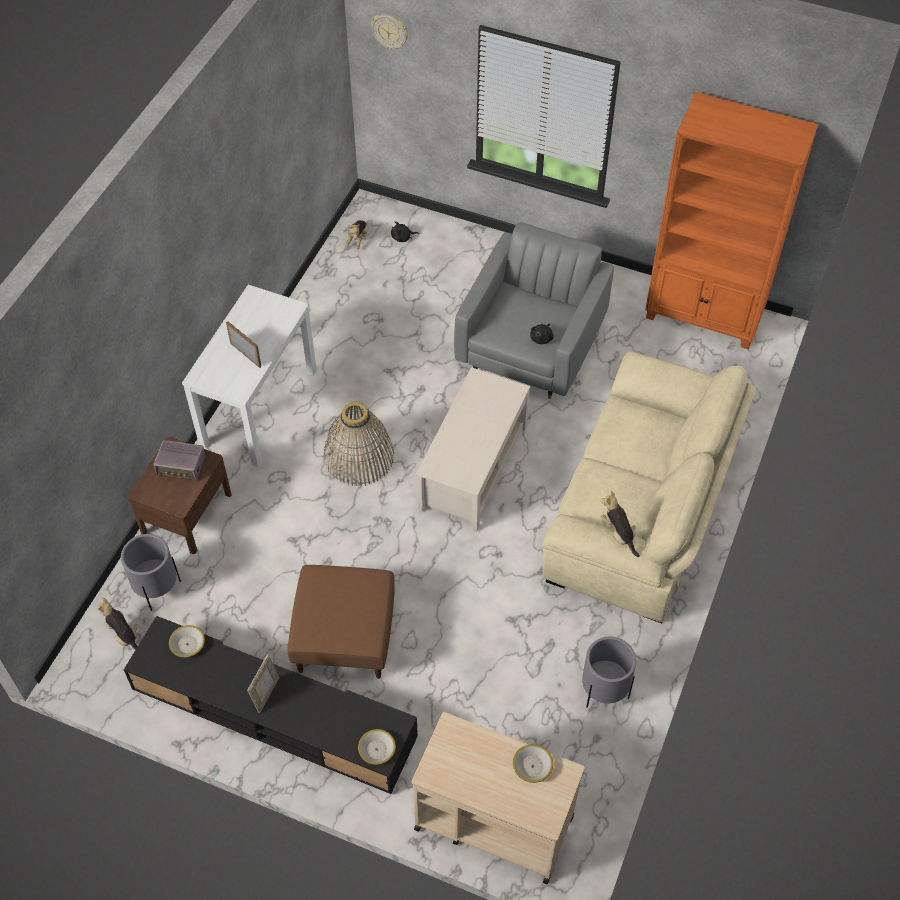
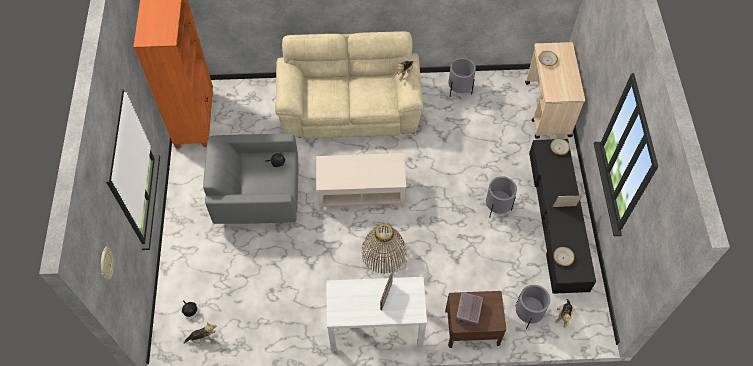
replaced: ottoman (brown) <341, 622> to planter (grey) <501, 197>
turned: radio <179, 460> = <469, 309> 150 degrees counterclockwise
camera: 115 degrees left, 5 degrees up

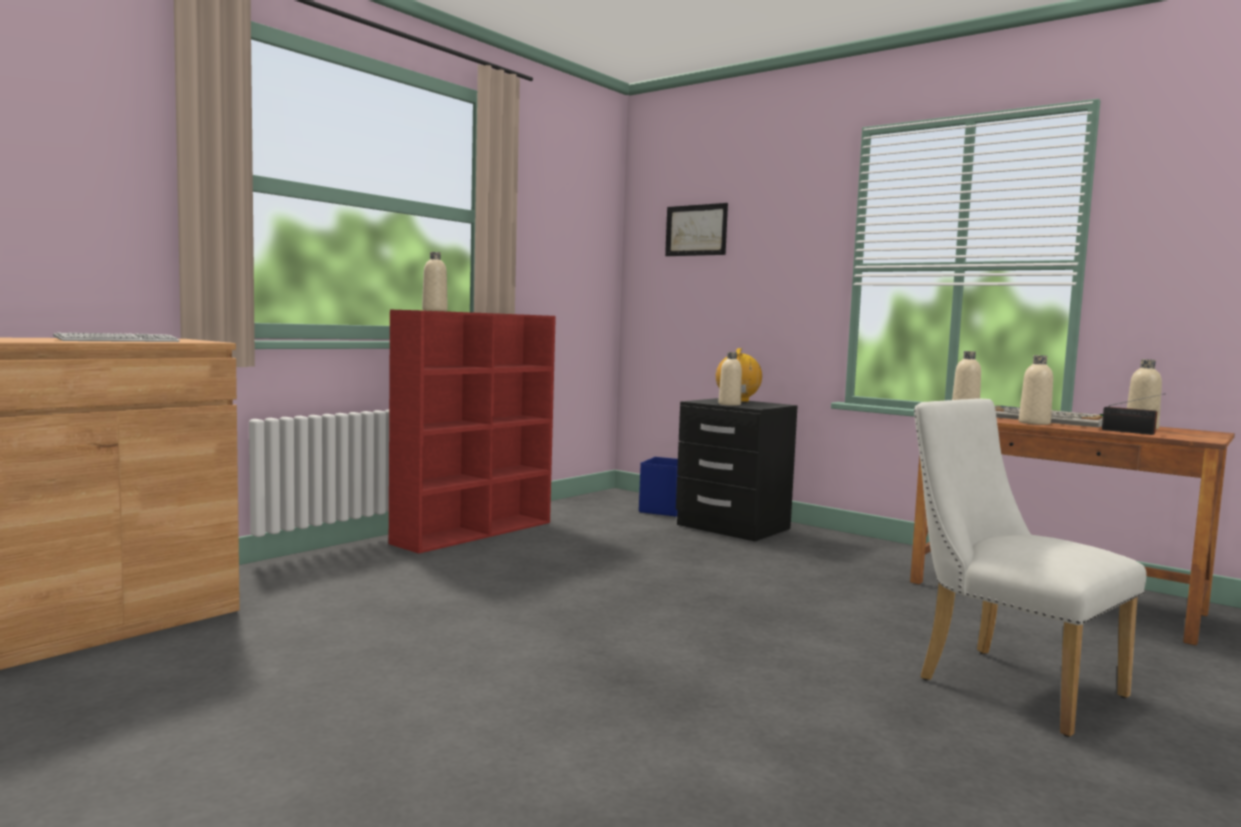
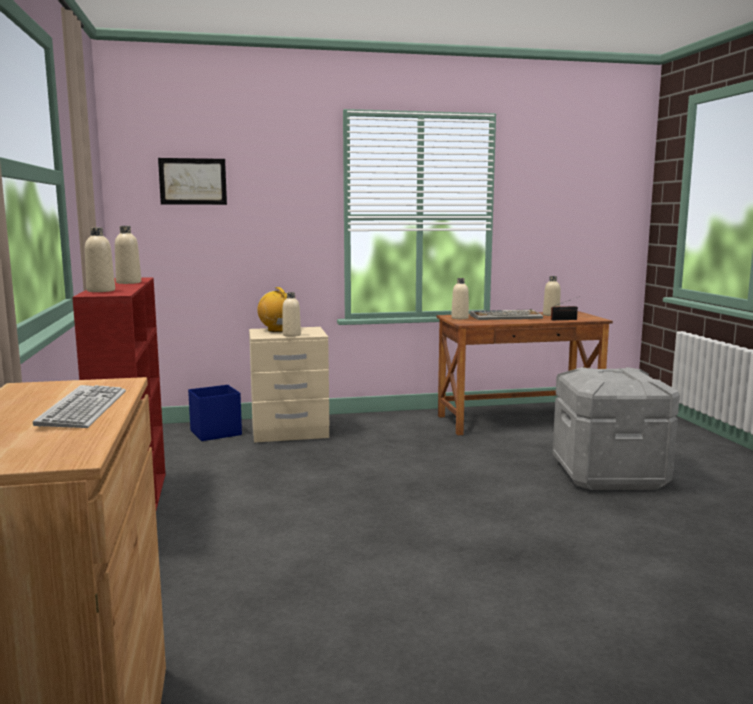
moved: bottle (beige) <1036, 390> to <128, 255>
replaced: chair (white) <1030, 568> to storage box (grey) <616, 428>
recoloured: nightstand (black) <737, 469> to nightstand (beige) <289, 385>
camera: 50 degrees left, 5 degrees up

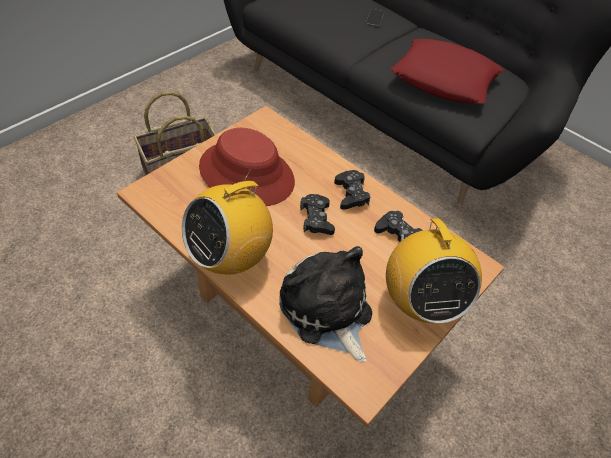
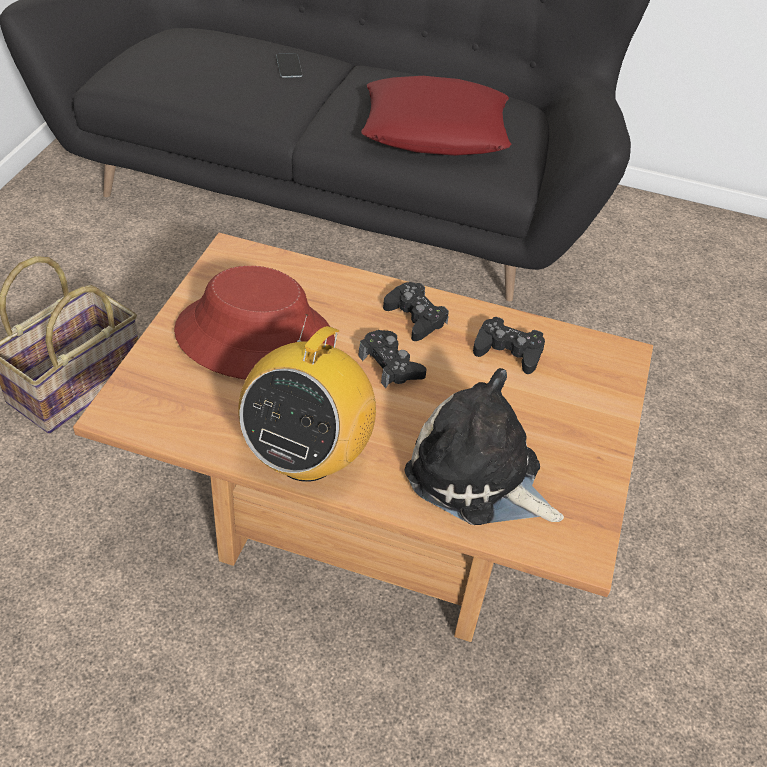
removed: radio <434, 270>
camera: 25 degrees left, 5 degrees down

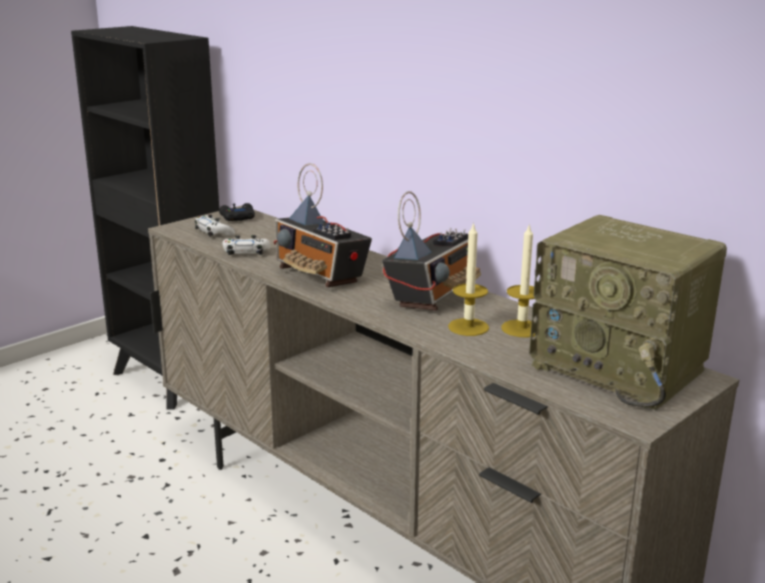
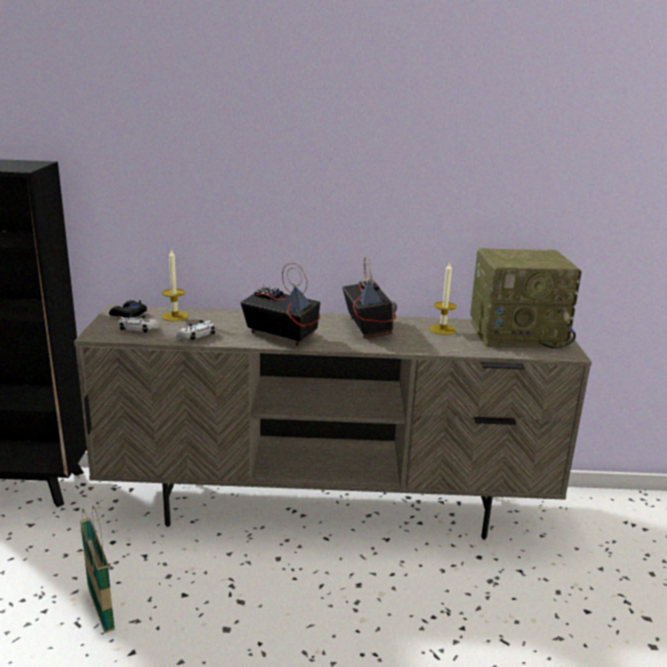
added: basket <97, 569>
moved: candle <468, 279> to <175, 284>
turned: radio <323, 225> = <280, 304> 150 degrees counterclockwise
camera: 45 degrees left, 0 degrees up

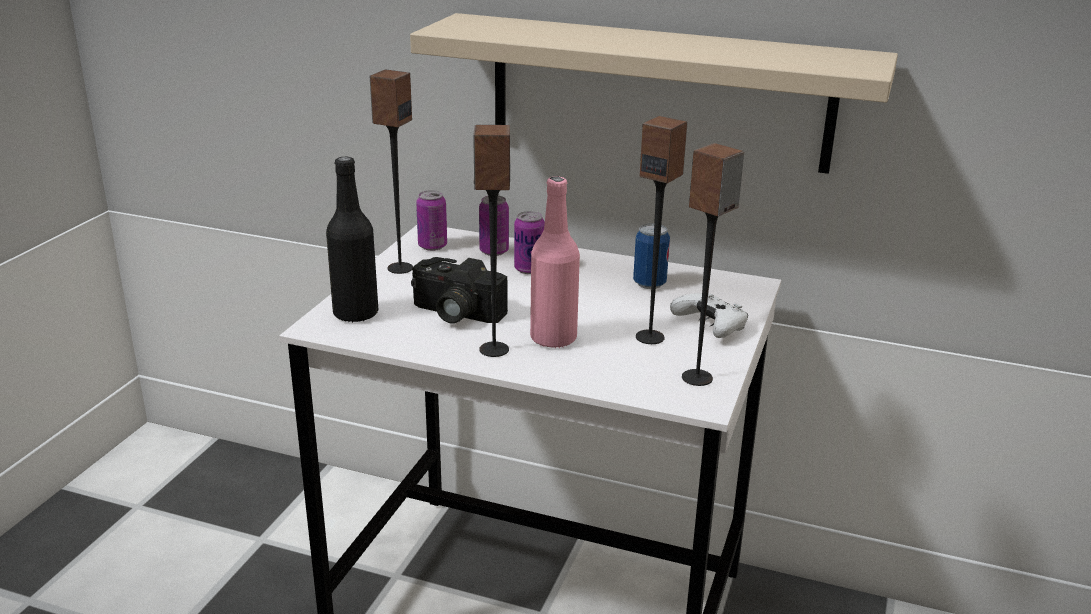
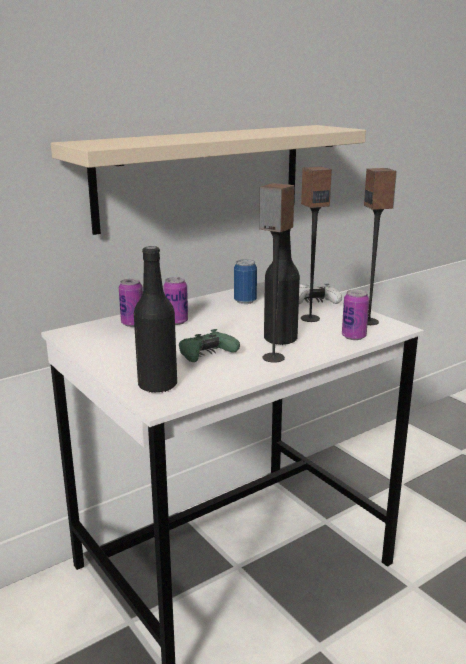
removed: speaker <391, 172>
moved: can <431, 220> to <355, 314>
replaced: photo camera <459, 290> to game controller (green) <209, 345>
recoloured: bottle (pink) <555, 262> to bottle (black) <282, 287>
camera: 55 degrees left, 5 degrees down

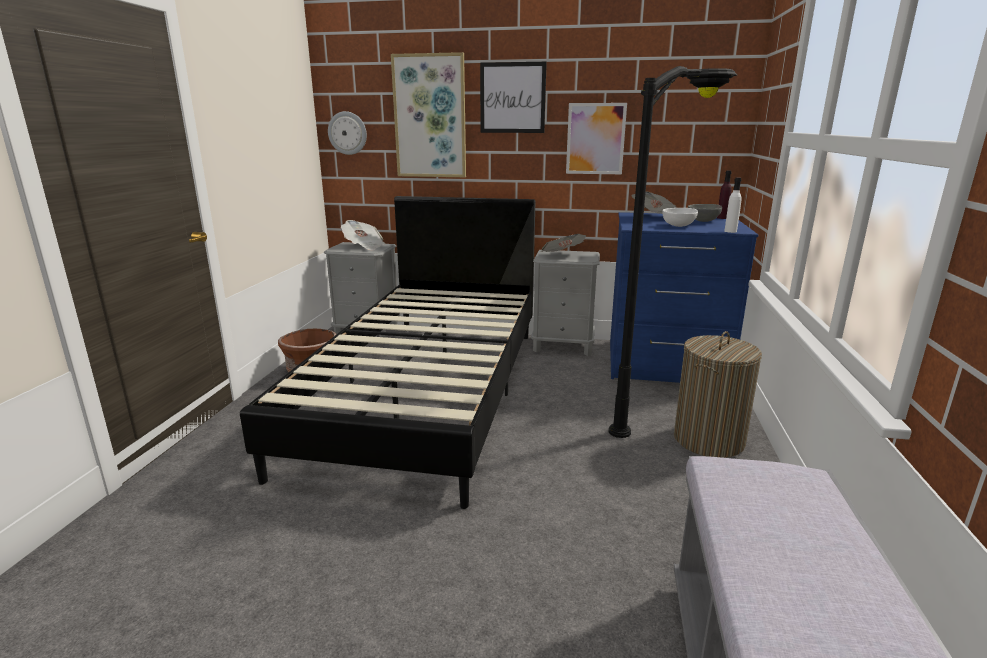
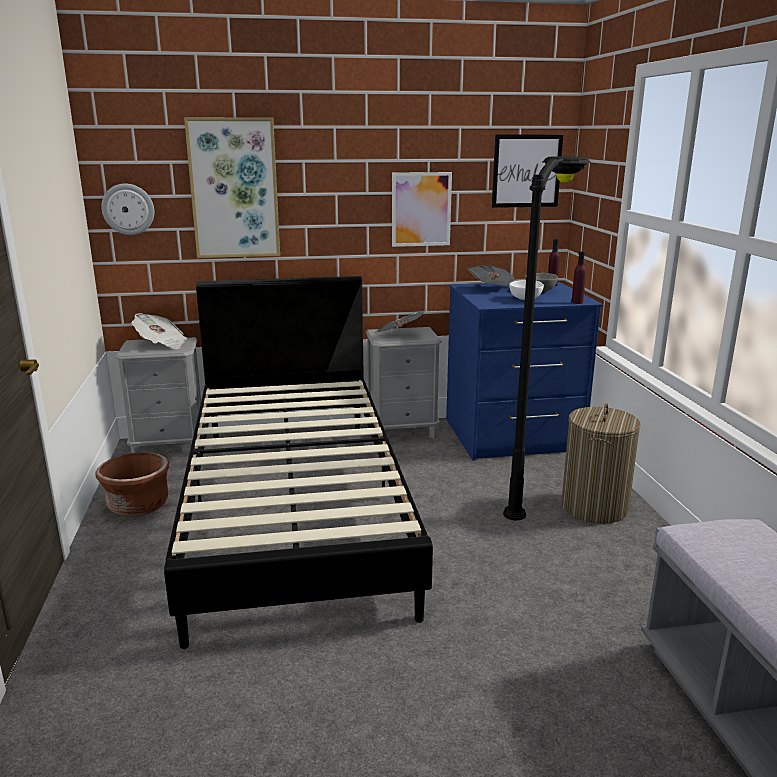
moved: picture <513, 97> to <527, 171>
recoloured: bottle (white) <733, 205> to bottle (purple) <578, 277>
camera: 20 degrees left, 0 degrees up

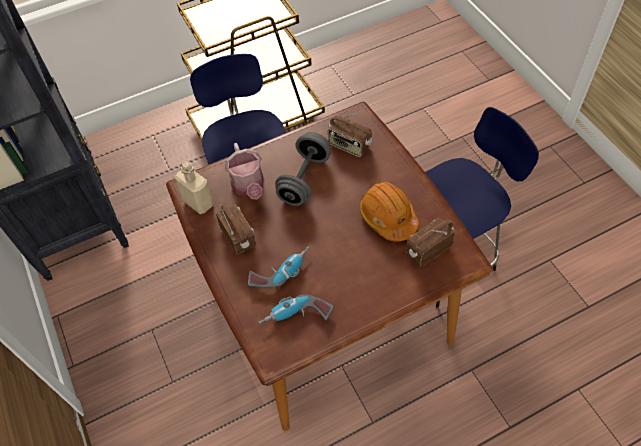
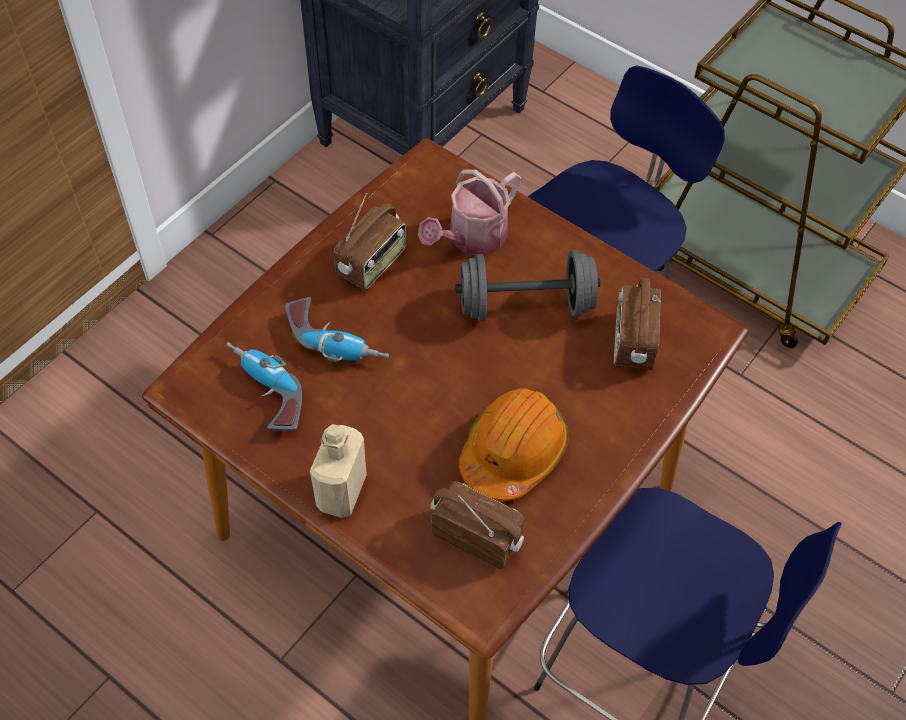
moved: bottle (beige) <194, 188> to <338, 471>
camera: 60 degrees right, 0 degrees up

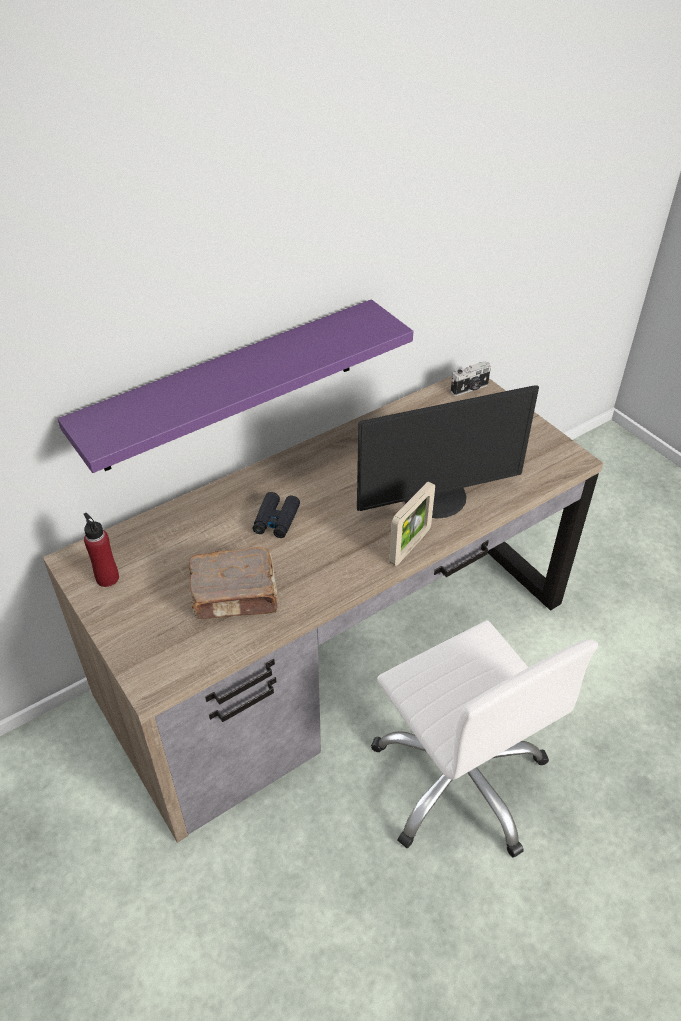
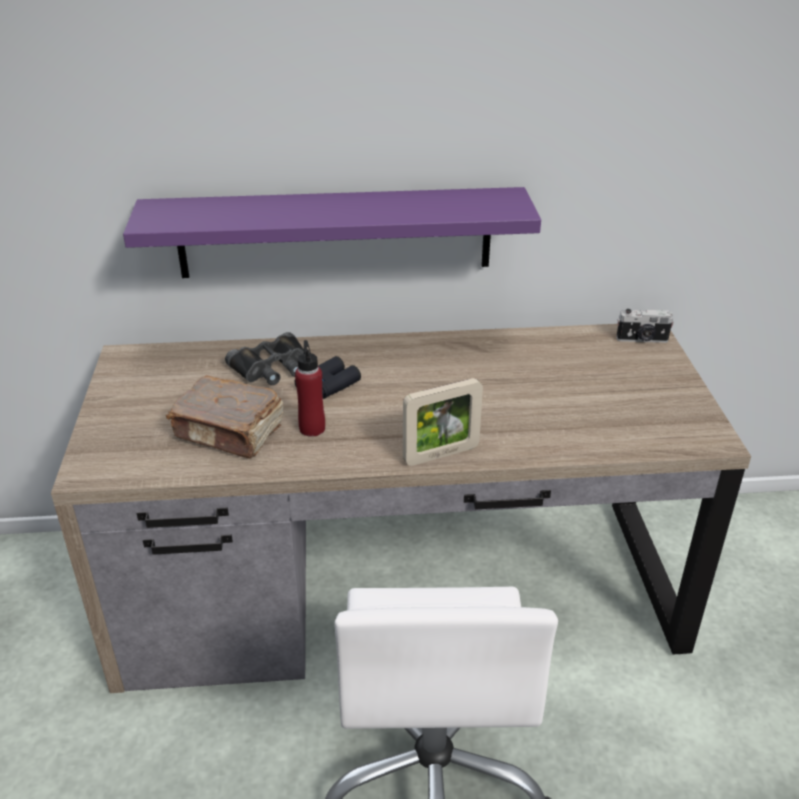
removed: monitor <448, 451>
added: binoculars (black) <264, 358>
moved: bottle (red) <101, 550> to <310, 388>
camera: 30 degrees right, 10 degrees down

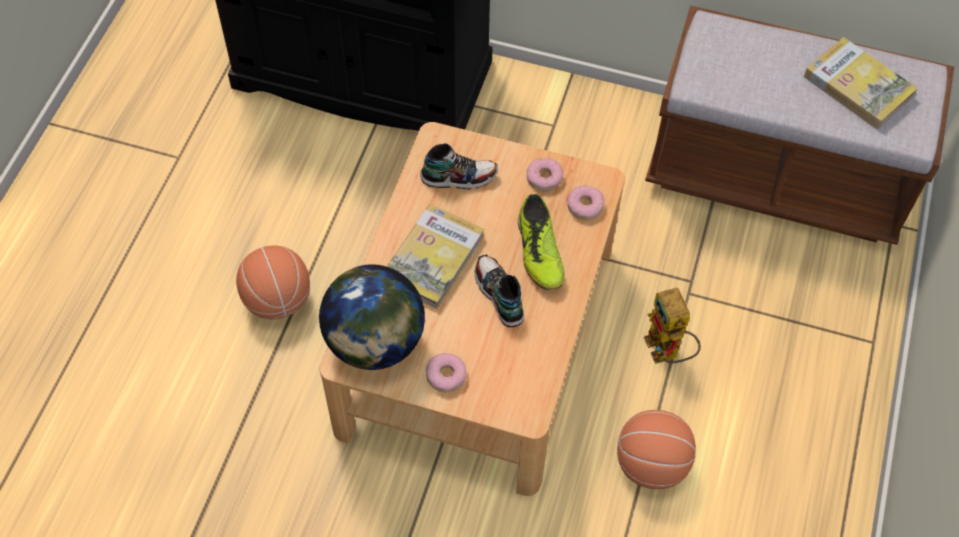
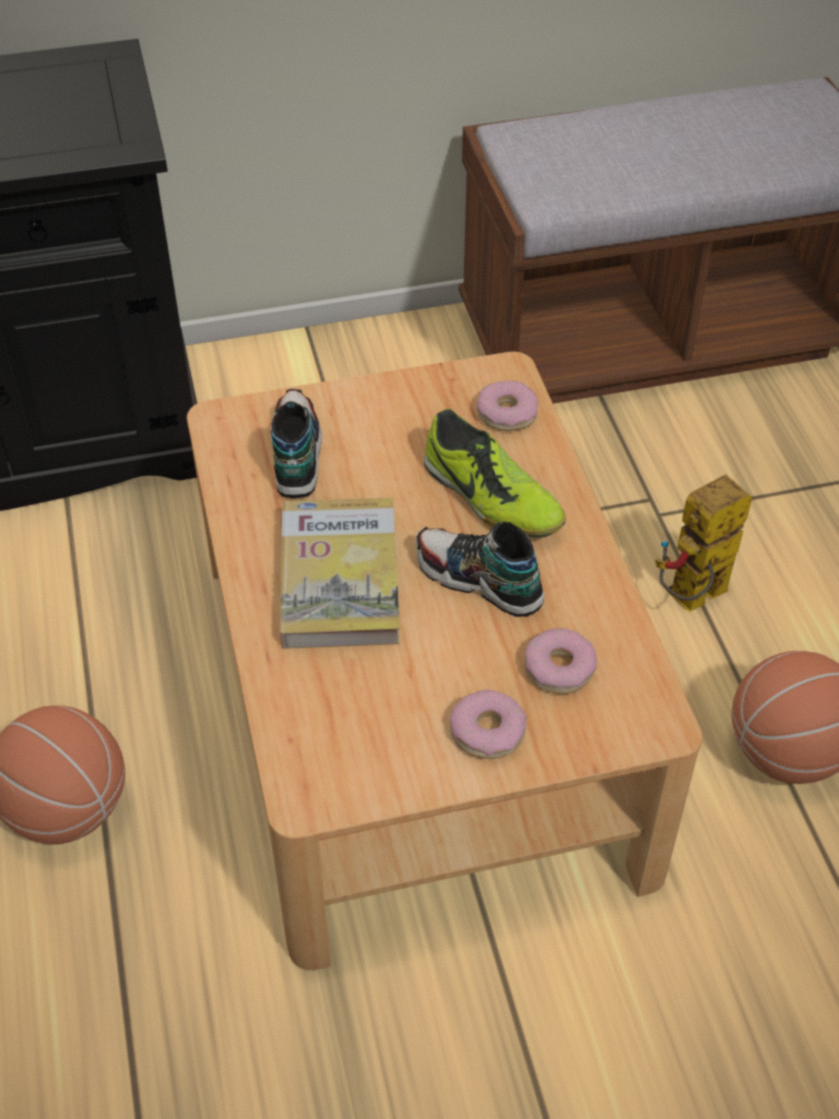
removed: globe <372, 317>; book <861, 83>
moved: donut <545, 174> to <560, 661>
turned: shoe <459, 167> = <296, 443> 60 degrees counterclockwise; toy robot <672, 326> = <703, 543> 105 degrees clockwise
camera: 30 degrees left, 10 degrees down

